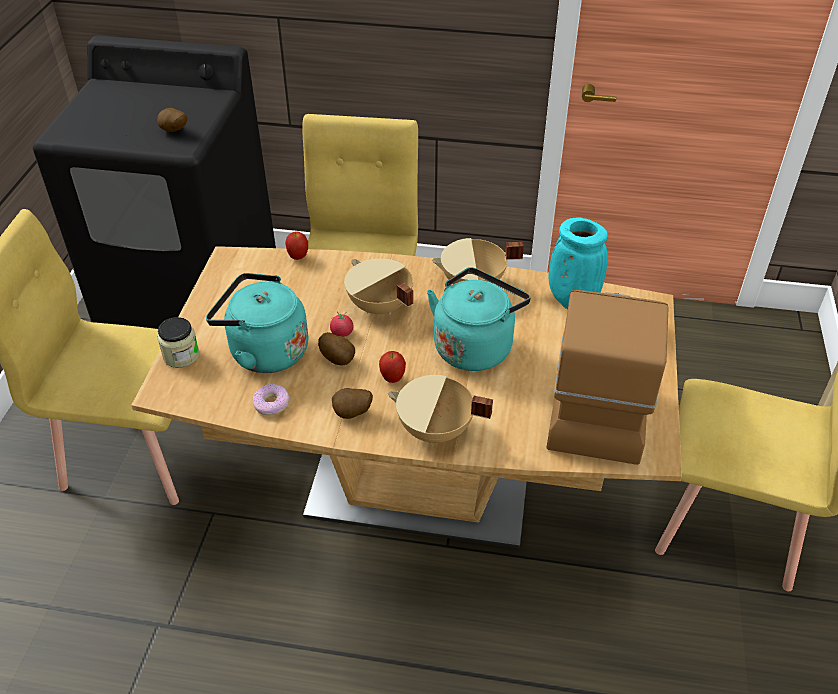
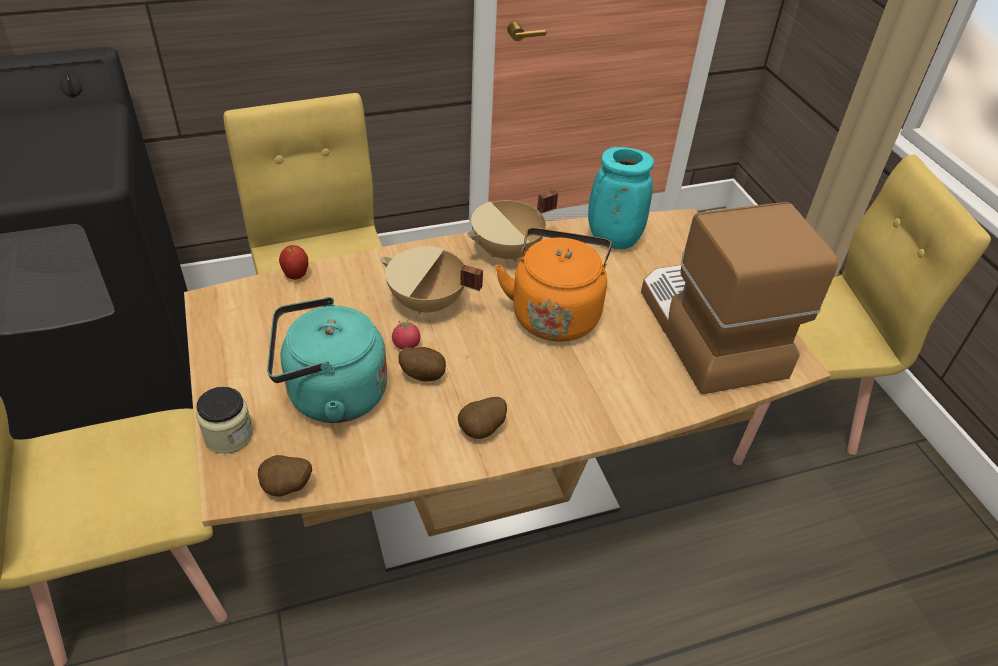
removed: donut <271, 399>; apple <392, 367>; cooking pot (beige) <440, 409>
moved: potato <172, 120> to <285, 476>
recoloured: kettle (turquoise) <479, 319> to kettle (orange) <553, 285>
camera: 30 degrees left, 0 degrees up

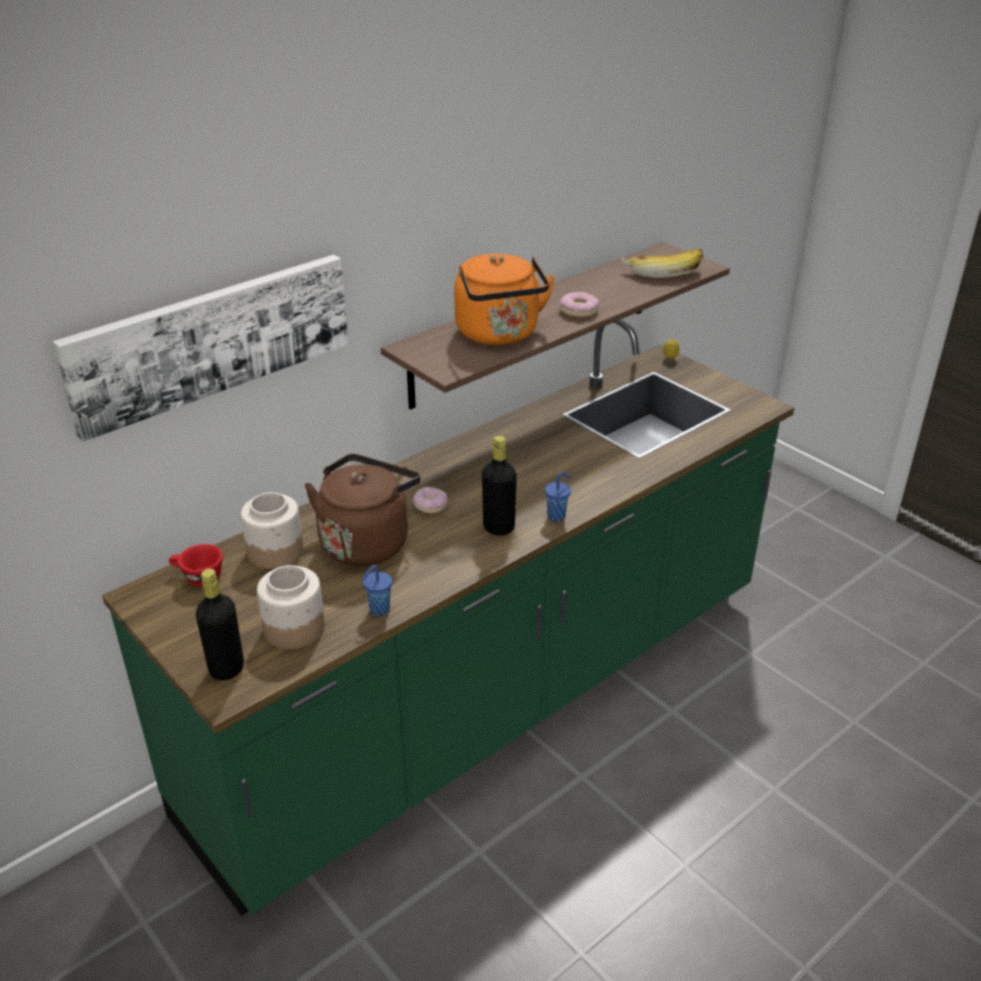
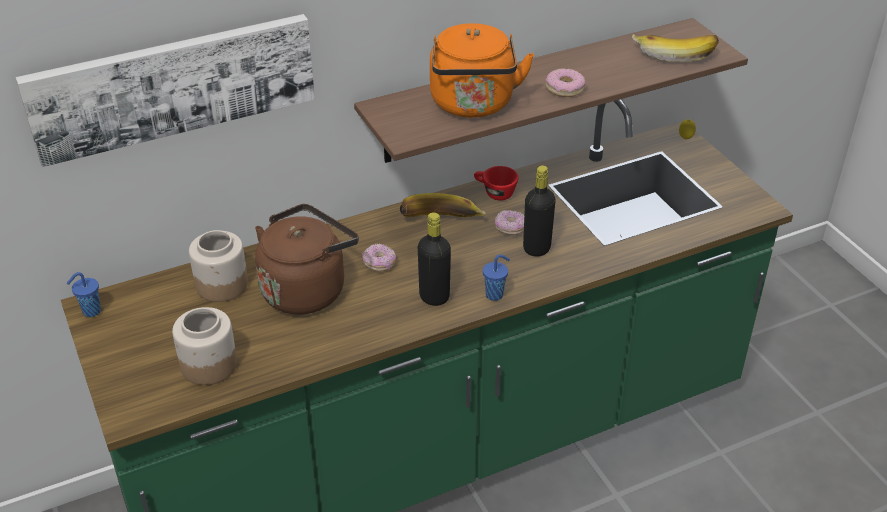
added: banana <443, 205>; donut <509, 222>
moved: cup (blue) <377, 590> to <84, 294>; cup (red) <196, 565> to <496, 183>; bottle (black) <220, 624> to <539, 211>
camera: 15 degrees right, 5 degrees up

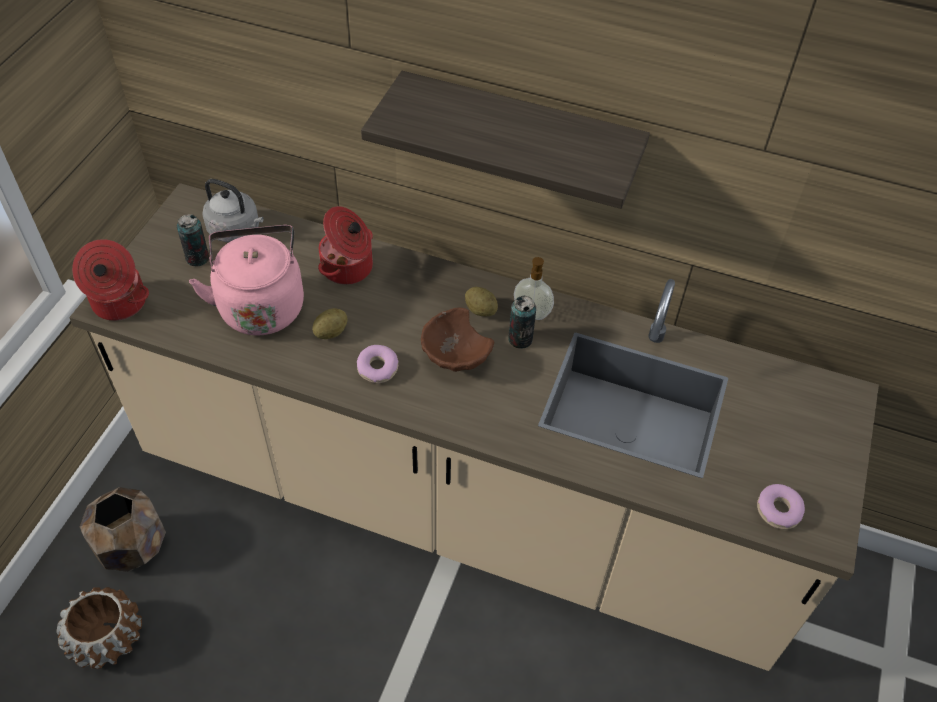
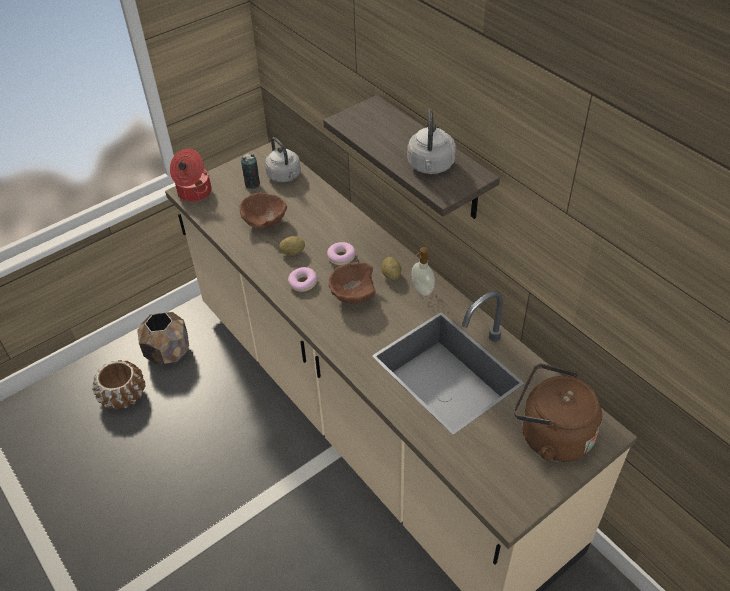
removed: cooking pot <345, 245>; can <522, 322>
added: kettle (grey) <431, 141>; kettle (brown) <558, 412>
moved: donut <781, 506> to <341, 253>
replaced: kettle (pink) <246, 280> to bowl (brown) <263, 210>
camera: 35 degrees right, 5 degrees down

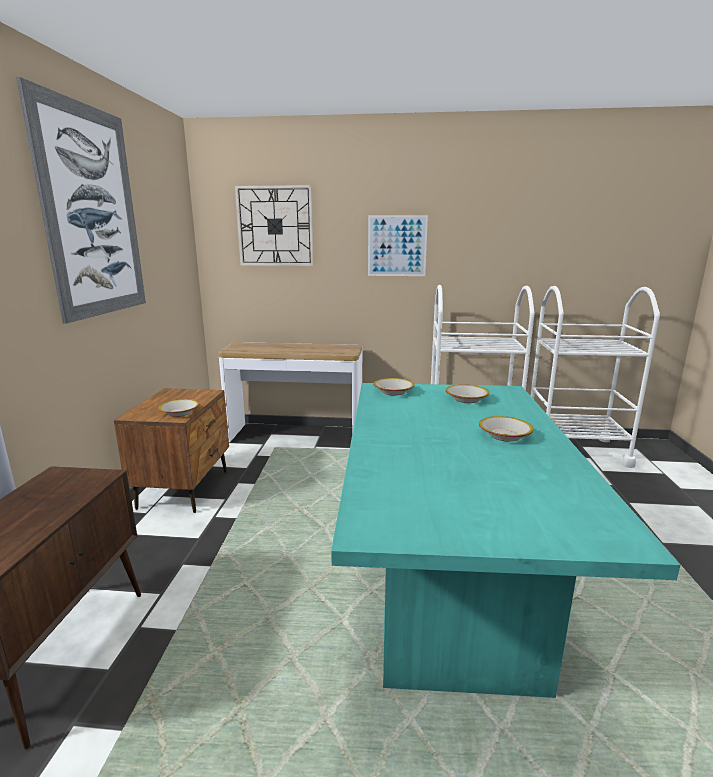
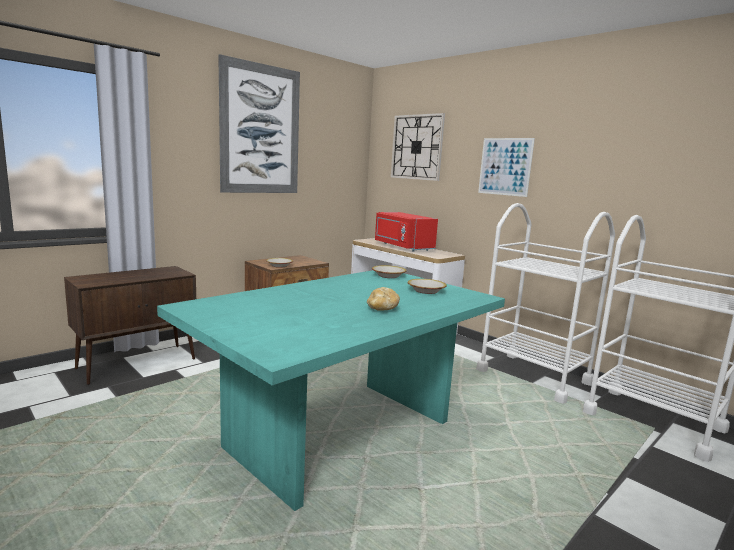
added: microwave (red) <406, 232>
replaced: bowl <506, 428> to bread <383, 299>
camera: 40 degrees right, 5 degrees down

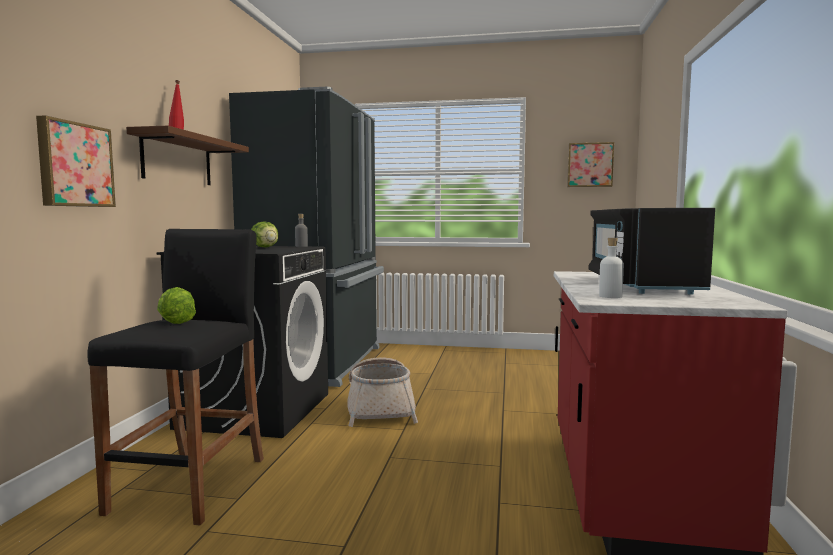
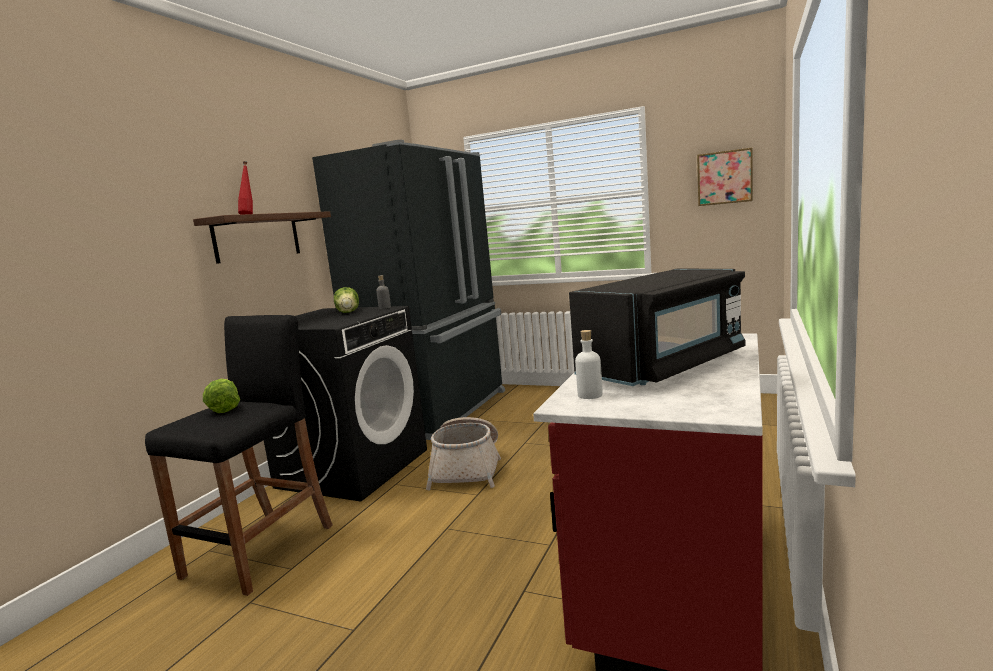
removed: picture <76, 161>
turned: microwave (black) <651, 251> = <657, 327> 150 degrees counterclockwise
camera: 15 degrees right, 5 degrees up

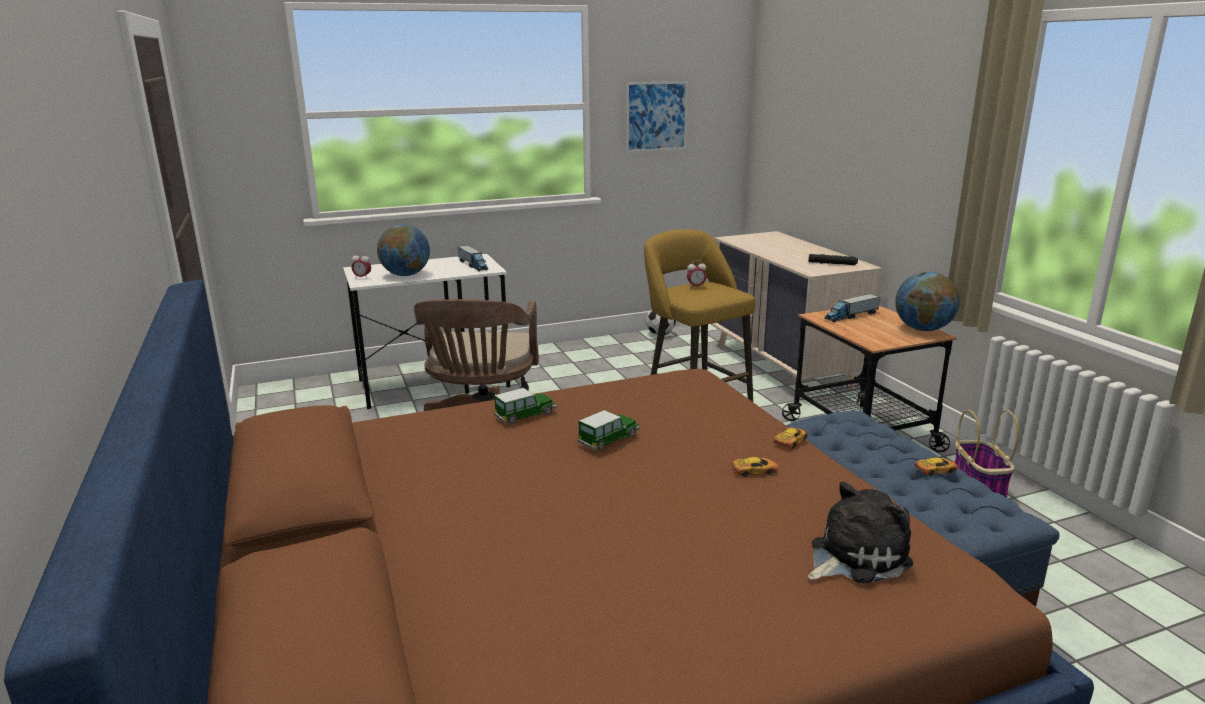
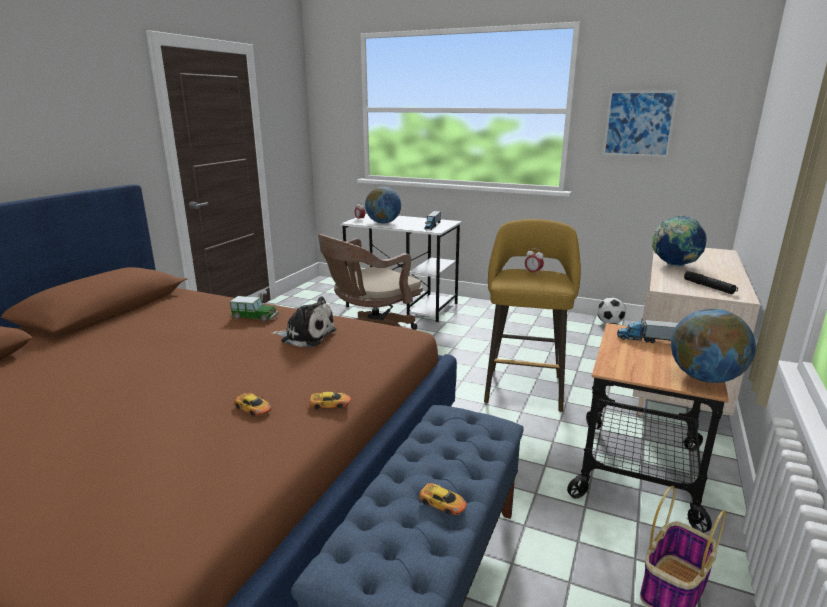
removed: toy car <608, 430>
added: globe <679, 241>
moved: plush toy <860, 533> to <303, 321>
camera: 45 degrees right, 0 degrees up

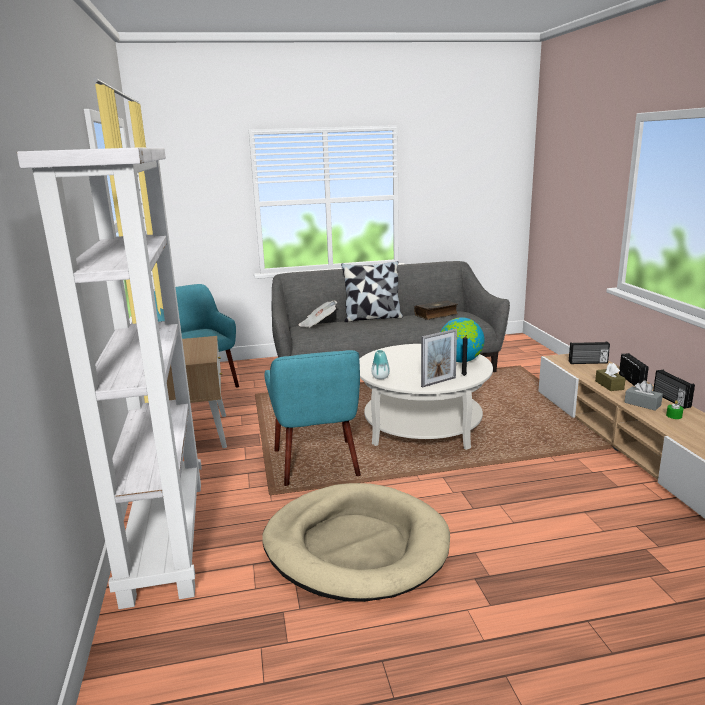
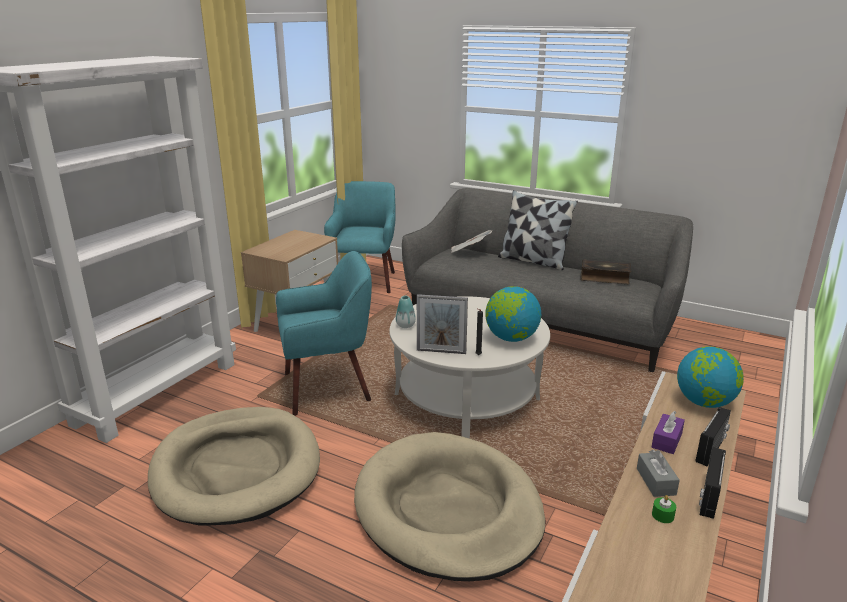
added: dog bed (beige) <450, 506>
replaced: radio <589, 353> to globe <710, 377>
recoloured: tissue box (brown) <610, 377> to tissue box (purple) <668, 432>
turned: armchair (turquoise) <313, 418> = <324, 333> 135 degrees counterclockwise
camera: 40 degrees right, 5 degrees up

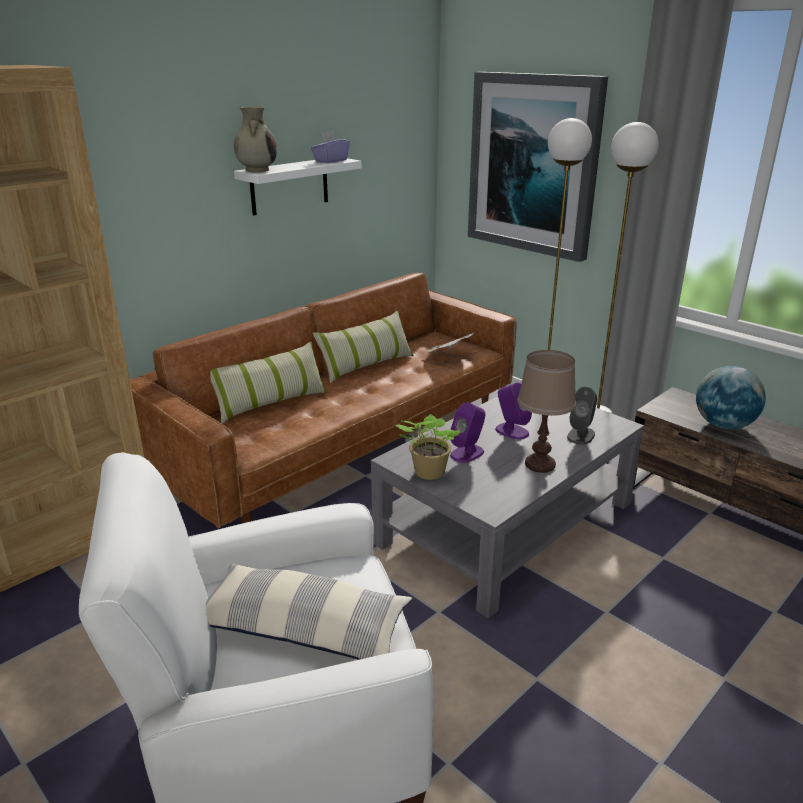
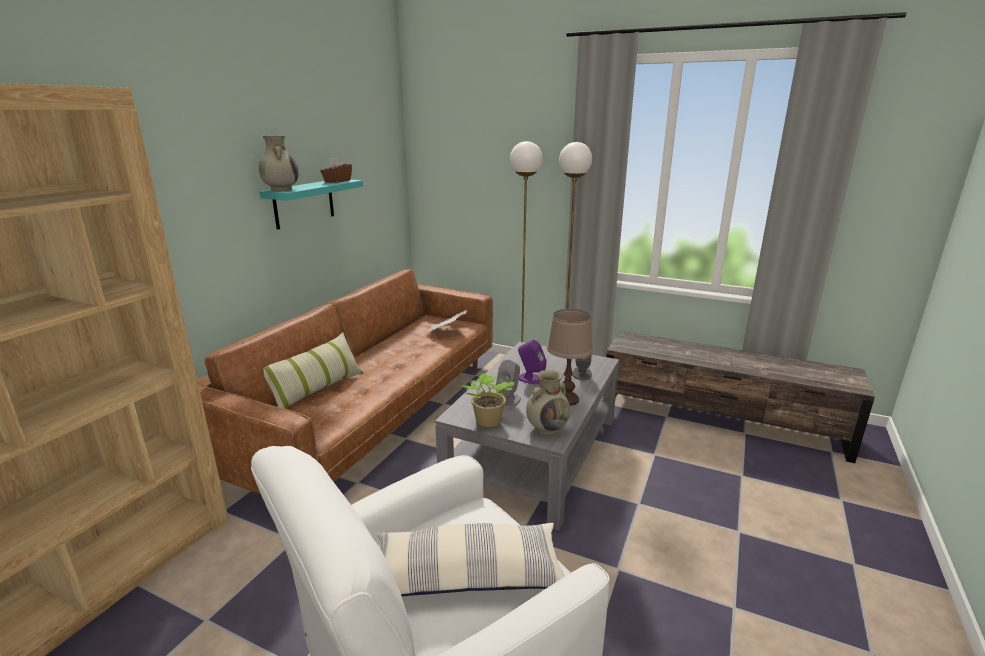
removed: pillow <363, 346>; picture <538, 167>; globe <731, 397>
added: vase (beige) <548, 402>
recoloured: shelf (white) <298, 187> to shelf (turquoise) <311, 205>; tissue box (purple) <330, 147> to tissue box (brown) <336, 170>; speaker (purple) <467, 433> to speaker (grey) <508, 384>
camera: 20 degrees left, 5 degrees down

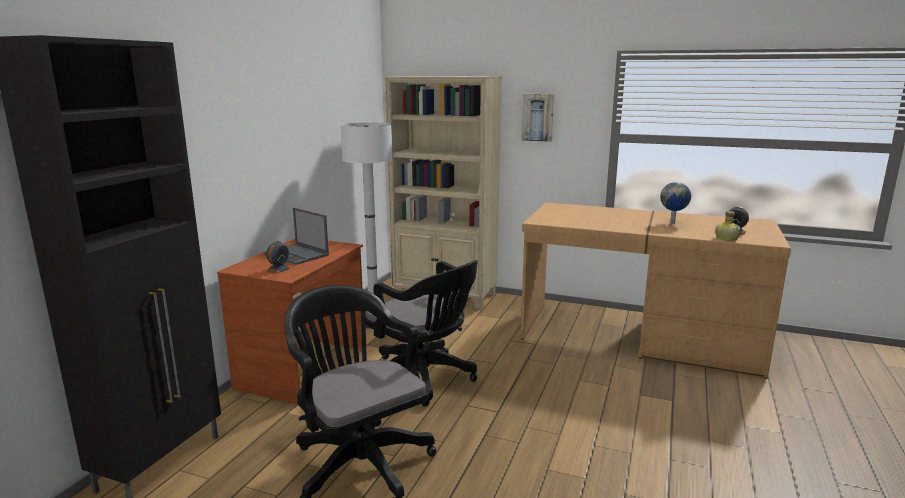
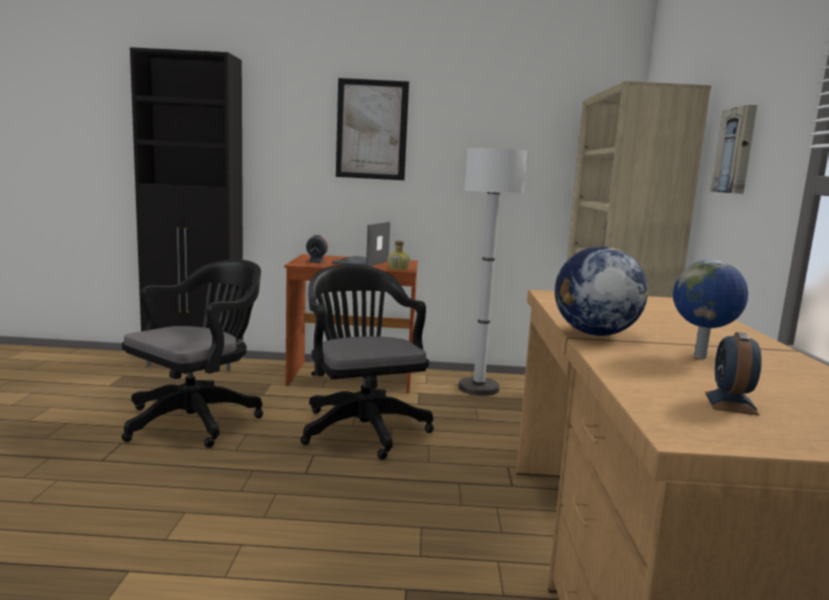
added: picture <372, 129>; globe <602, 291>
moved: bottle <728, 226> to <398, 255>
turned: office chair (black) <421, 333> = <367, 362> 135 degrees clockwise
camera: 70 degrees right, 5 degrees down

